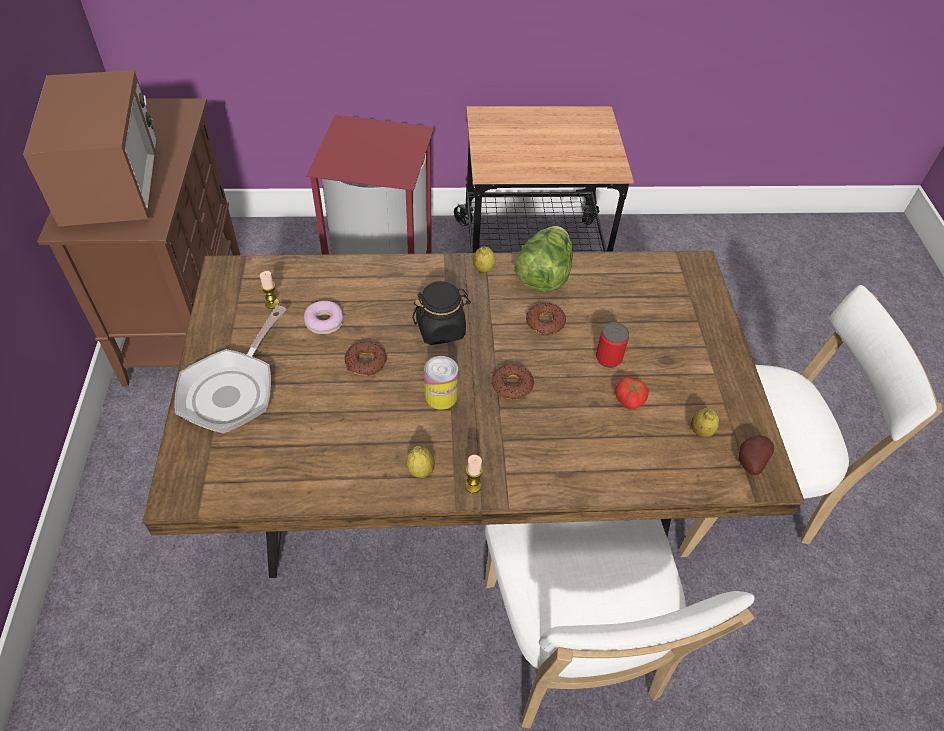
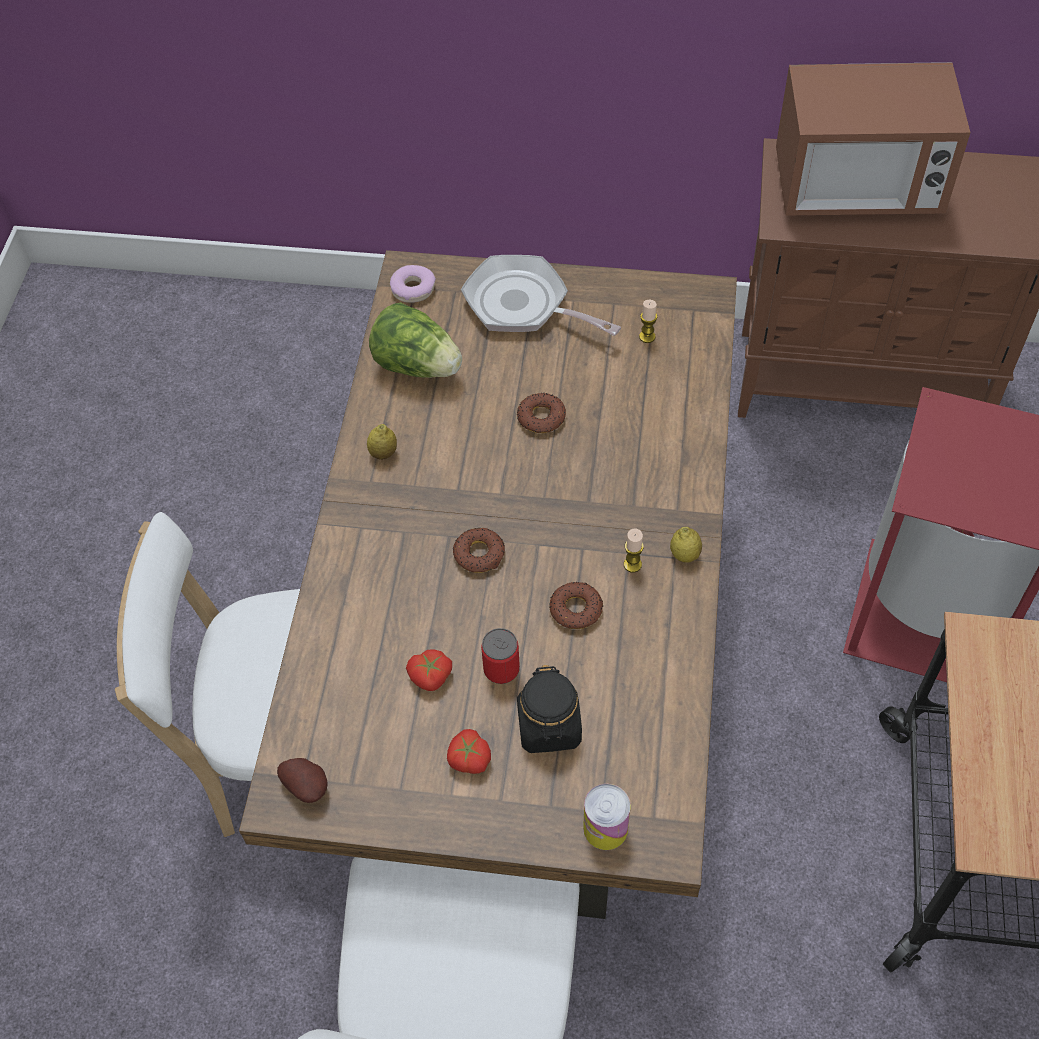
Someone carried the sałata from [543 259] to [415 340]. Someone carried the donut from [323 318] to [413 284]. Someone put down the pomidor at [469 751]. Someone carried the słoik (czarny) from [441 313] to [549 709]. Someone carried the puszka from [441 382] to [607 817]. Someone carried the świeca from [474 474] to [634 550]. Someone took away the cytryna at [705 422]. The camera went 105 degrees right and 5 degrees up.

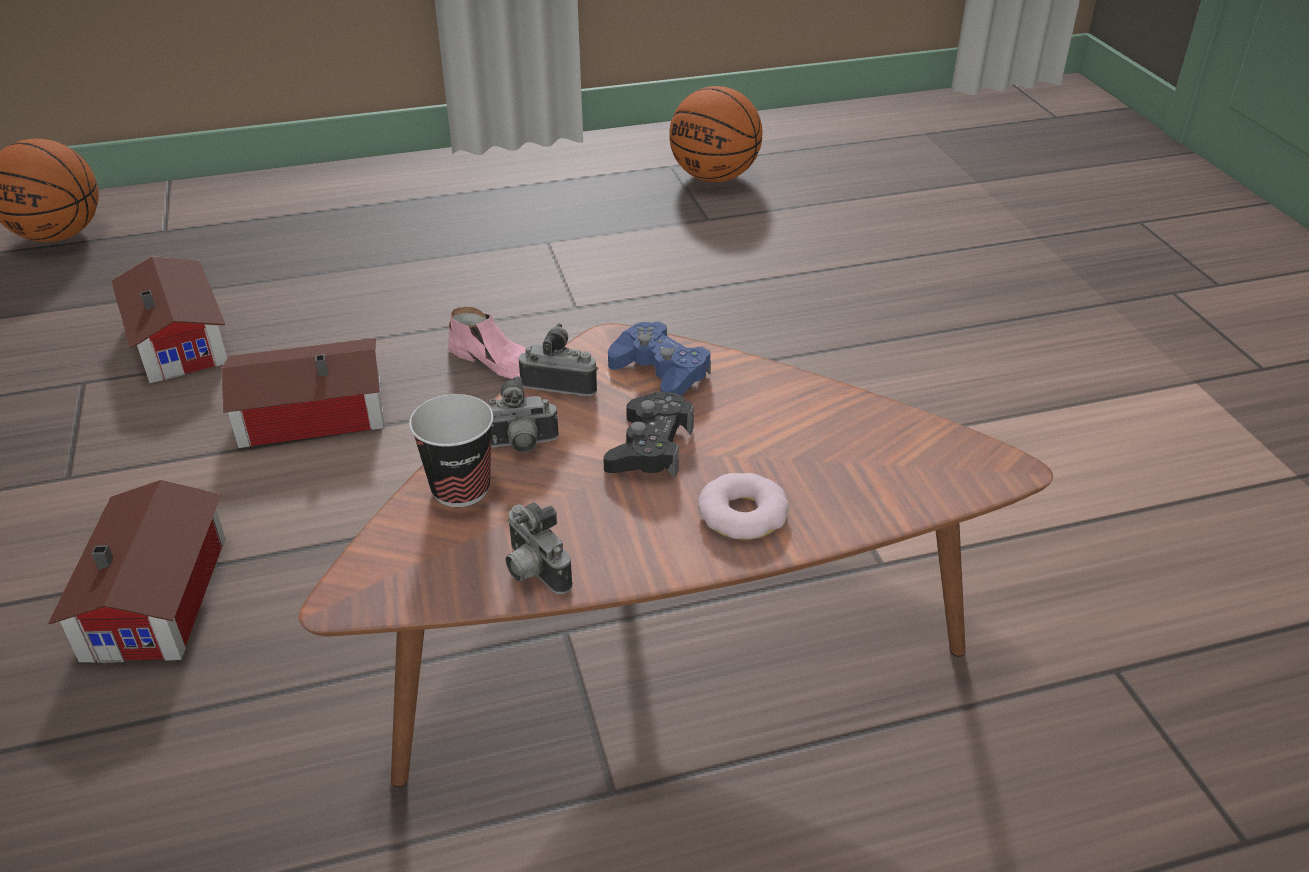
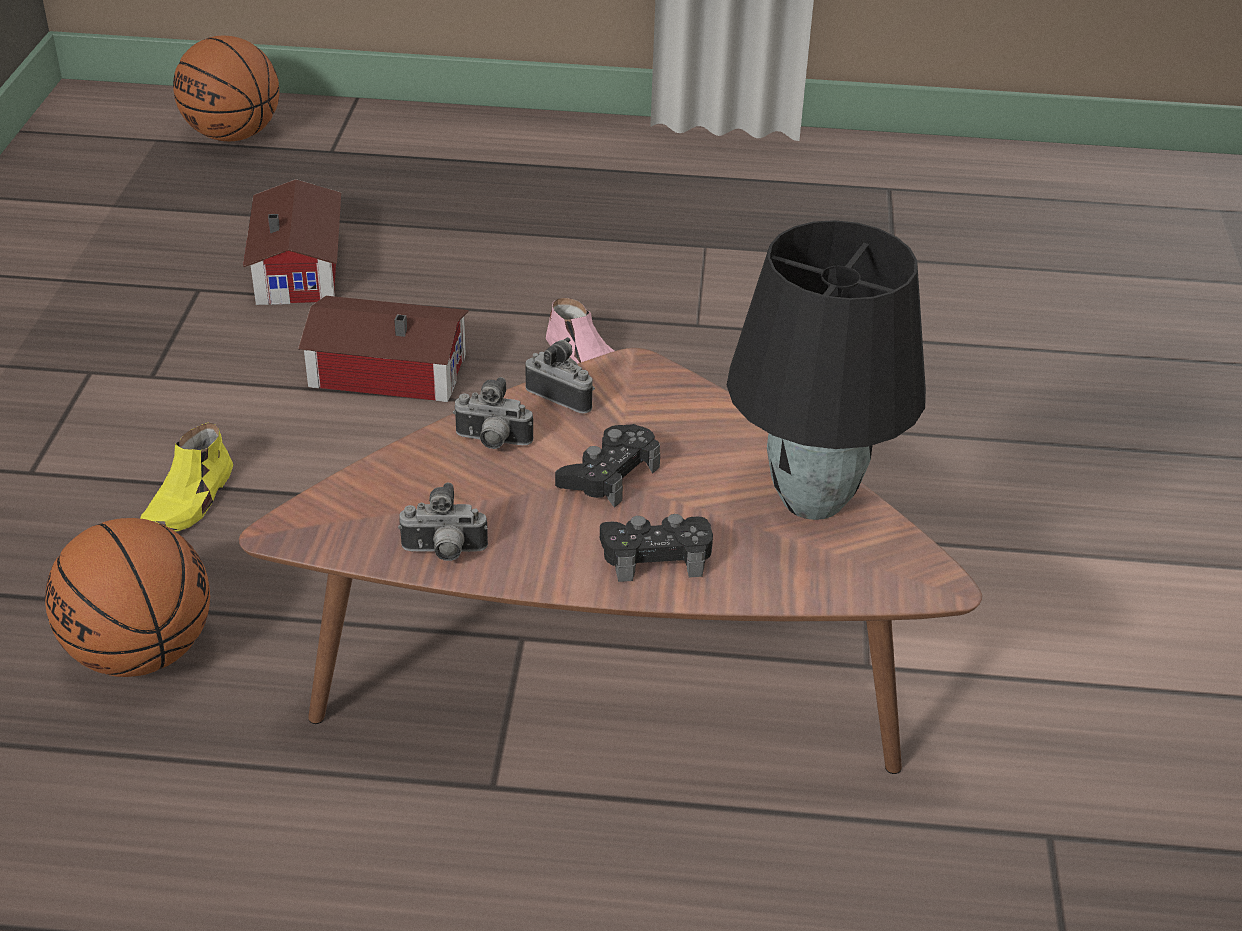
Someone carried the piłka do koszykówki from [715 134] to [127 597]. Someone swapped the domek at [137 571] for the but (żółty) at [186 477]. Someone rotated the aparat fotograficzny at [539 548] by 75 degrees counterclockwise. Someone swapped the donut at [744 506] for the pad do gier (czarny) at [656 548]. Someone put down the lampa stołowa (czarny) at [826 370]. Someone took away the filiżanka at [451 450]. Someone took away the pad do gier (niebieski) at [659 359]. The camera went 20 degrees right and 0 degrees up.

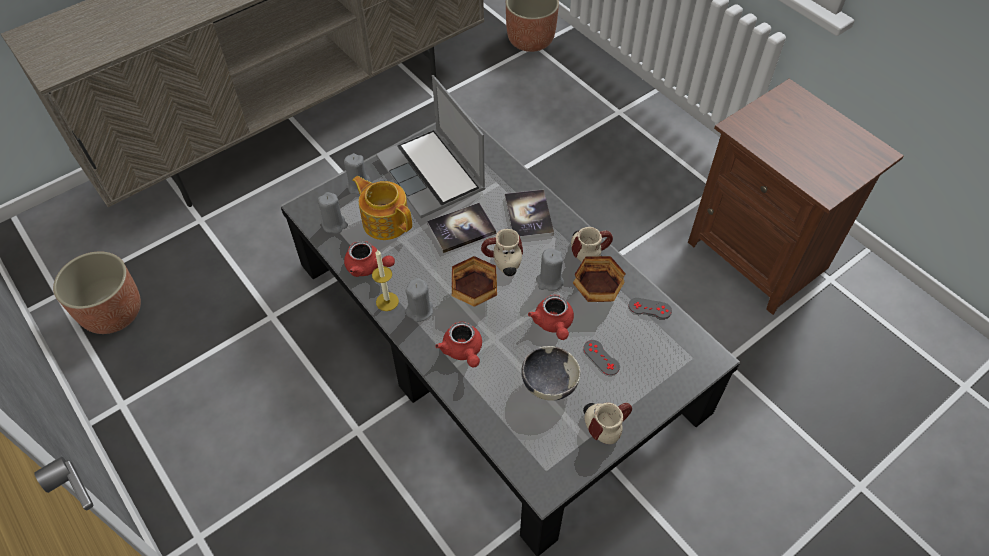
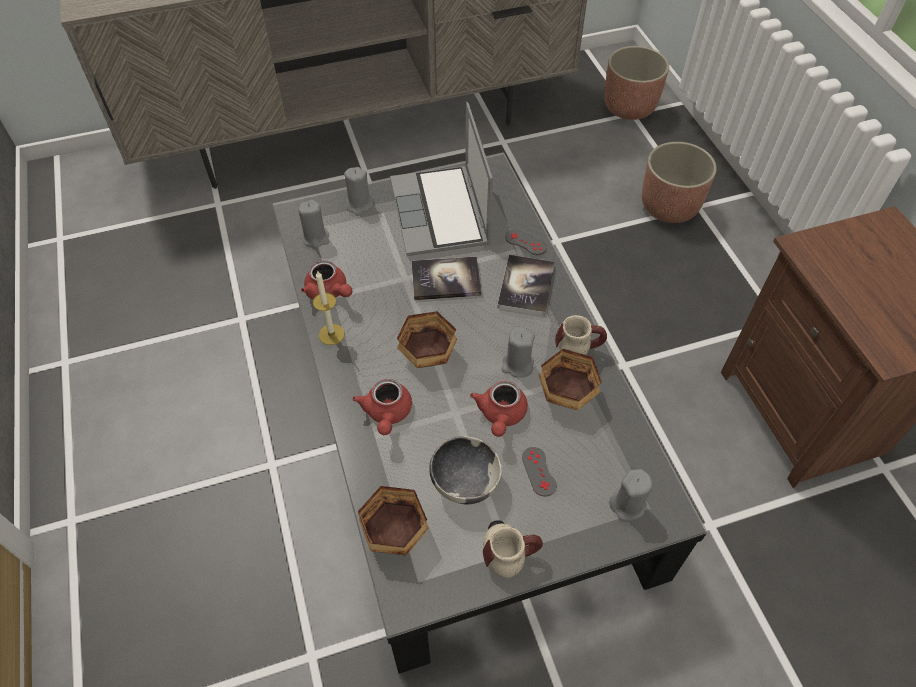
Someone put down the miska at [393 520]. Someone carried the pad do gier (szary) from [650 308] to [525 242]. Someone carried the świeca (szary) from [419 300] to [631 495]. Someone carried the donica from [97 292] to [679 182]. Someone took away the imbryk at [382 208]. Someone took away the kubek at [502 252]. The camera went 20 degrees right and 0 degrees up.

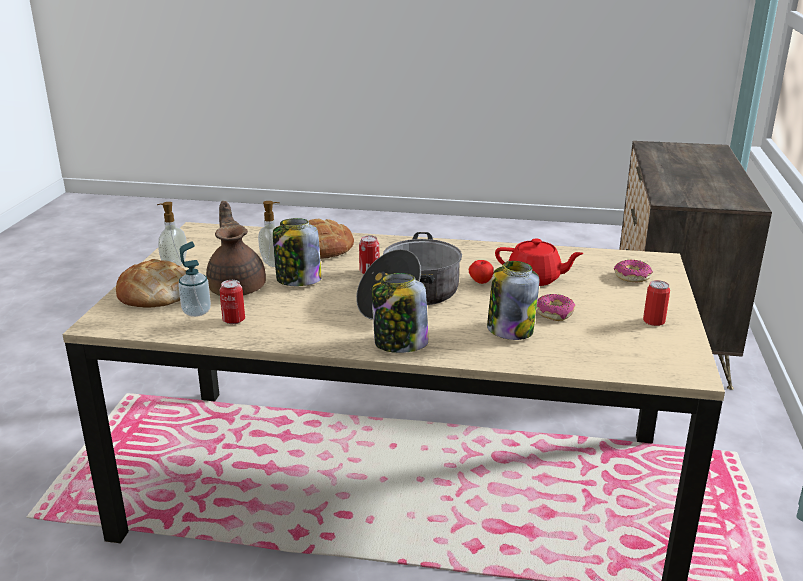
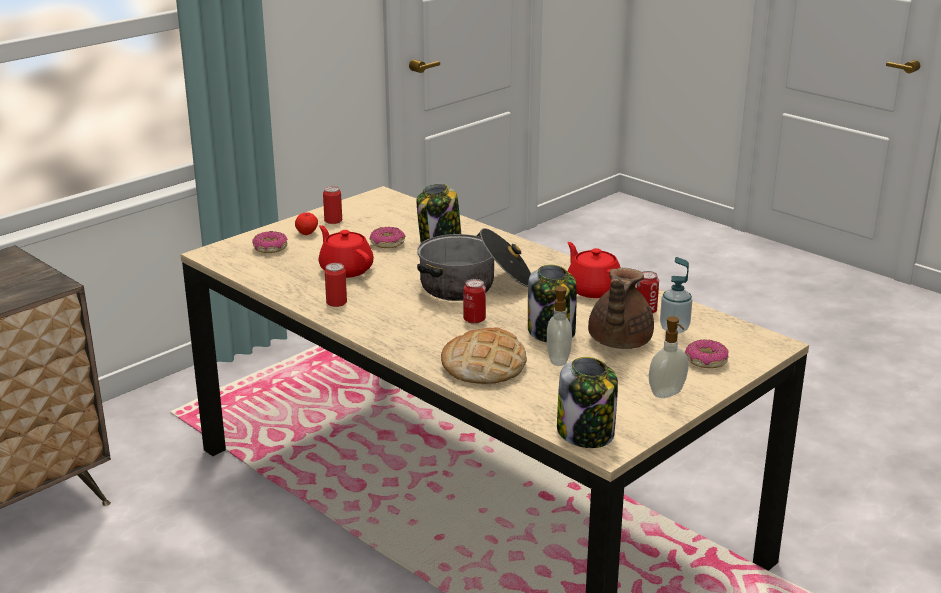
Someone carried the jabłko from [481 272] to [306 223]. Someone put down the puszka at [336 285]. Someone carried the słoik from [400 313] to [587 402]. Someone put down the imbryk (czerwony) at [594 270]. Someone swapped the chleb at [151 283] for the donut at [706 354]. The camera went 145 degrees left and 0 degrees up.

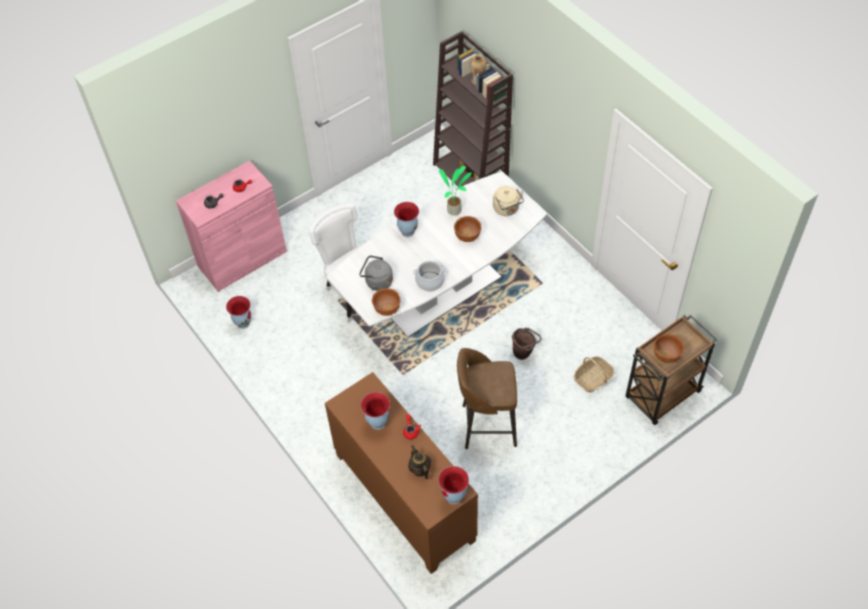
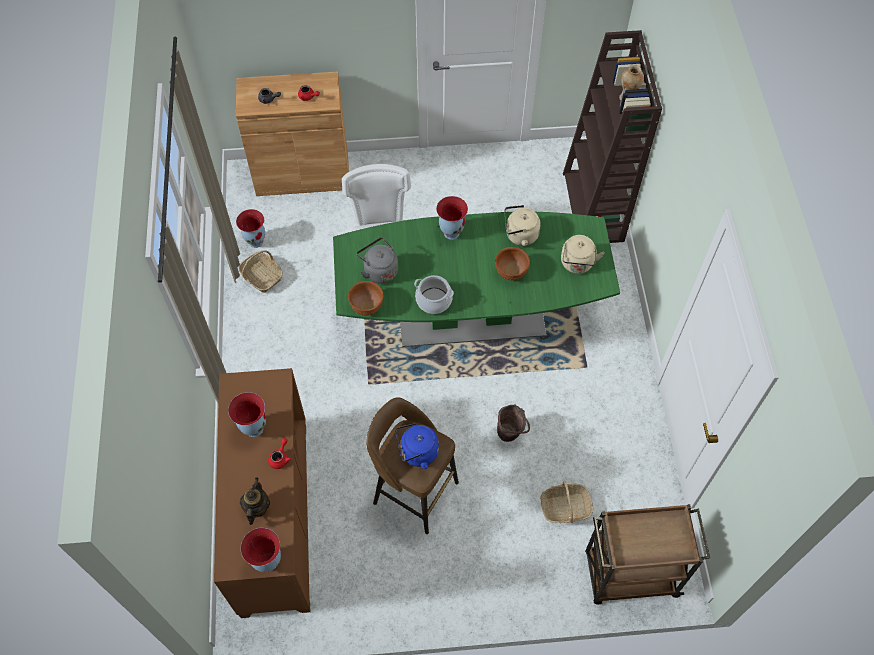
Someone repainted the szafka (różowy) at [231 226], which became the szafka (brązowy) at [292 133]. Someone put down the koszyk at [261 271]. Someone repainted the stół jadalny (biały) at [436 254], which became the stół jadalny (zielony) at [476 279]. Someone put down the czajnik (niebieski) at [417 446]. Someone swapped the roślina doniczkowa at [455 191] for the czajnik (beżowy) at [522 225]. Someone took away the miska (brązowy) at [669 348]. The camera went 30 degrees right and 5 degrees up.

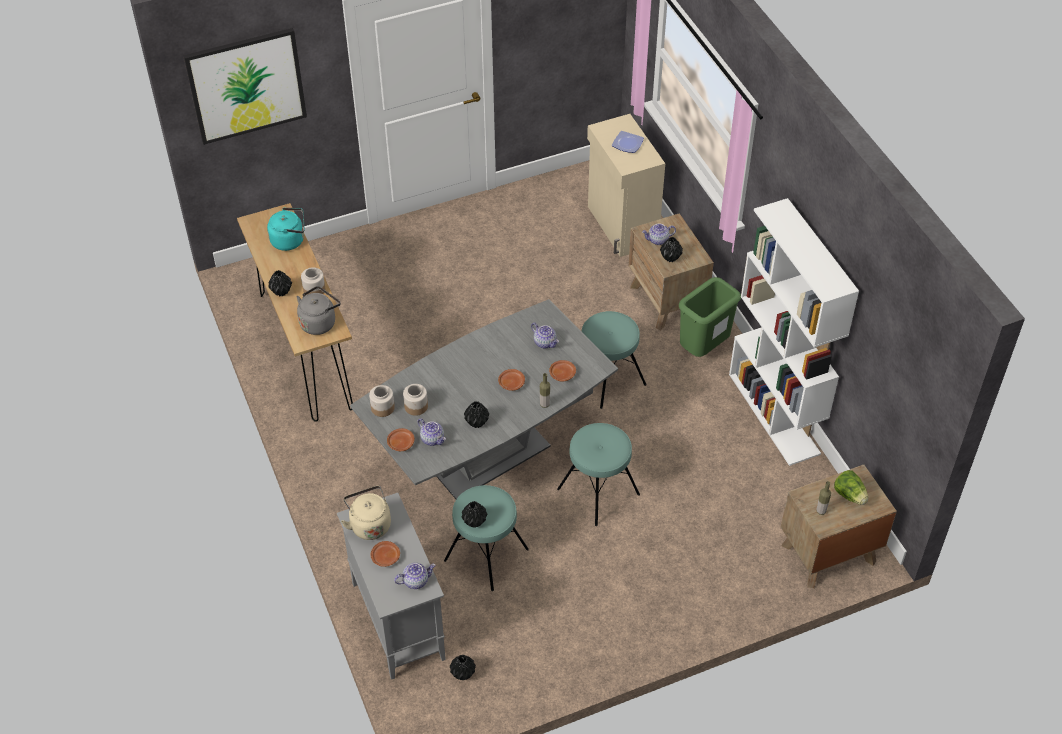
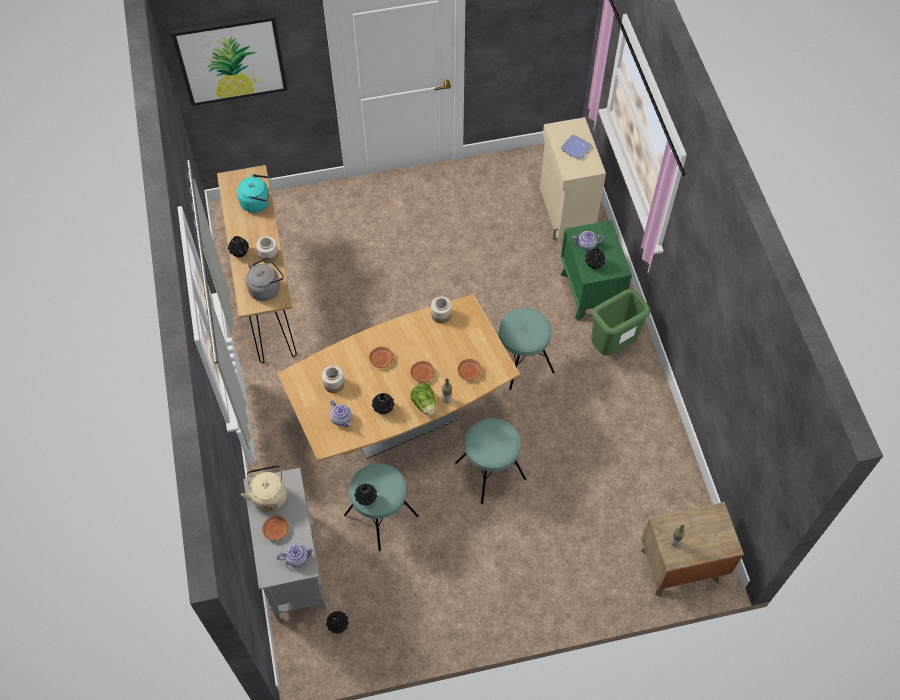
Someone repainted the stół jadalny (szary) at [484 399], which became the stół jadalny (brązowy) at [398 377]. Someone carried the talerz (brązowy) from [401 439] to [381 357]. Someone carried the sałata from [851 487] to [423 399]. Someone carried the słoik from [382 401] to [441 310]. Someone repainted the szafka nocna (brązowy) at [671 272], which became the szafka nocna (zielony) at [596 270]. Someone took away the imbryk at [545 335]. Someone took away the regał (biały) at [794 332]. The camera went 10 degrees right and 10 degrees up.

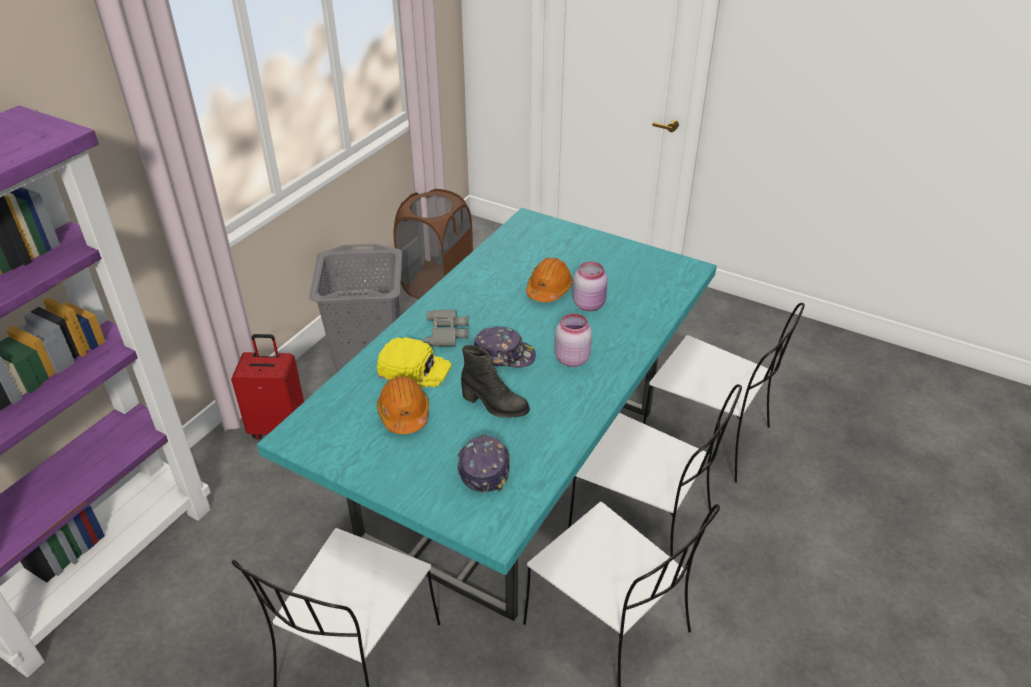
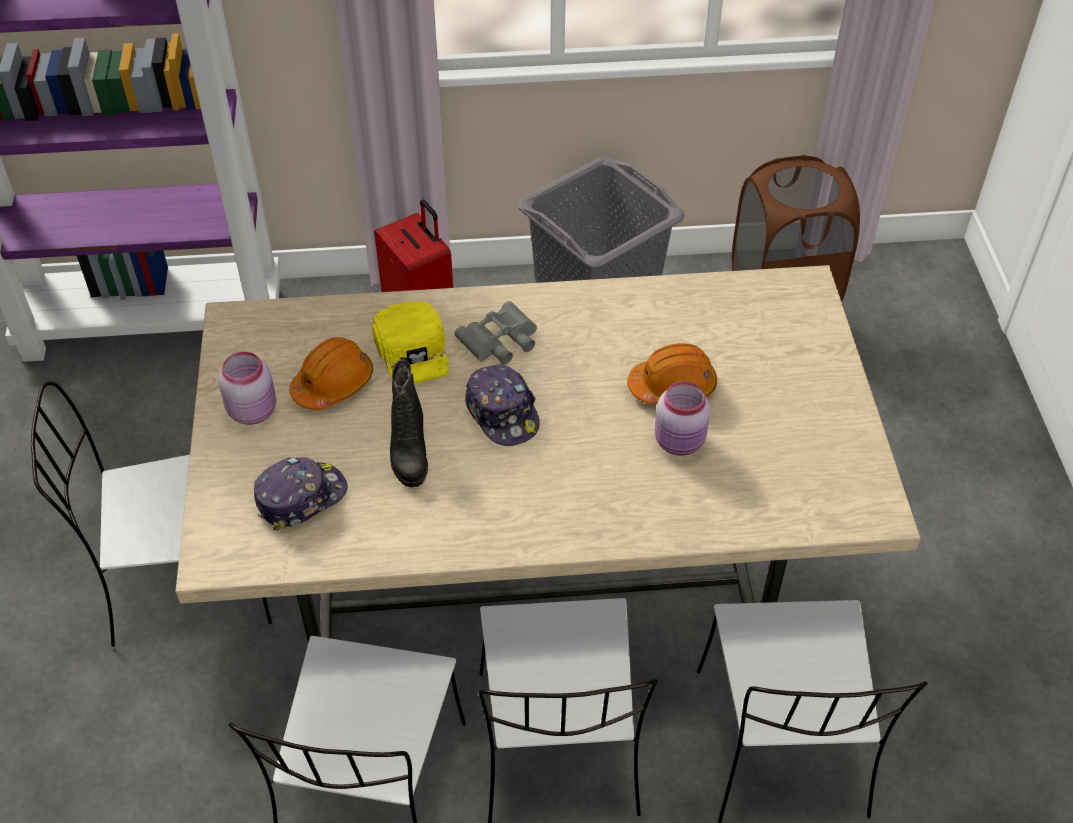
Someone repainted the stół jadalny (turkusowy) at [487 414], which became the stół jadalny (beżowy) at [548 453]. Someone carried the słoik (różowy) from [573 340] to [247 388]. The camera went 55 degrees right and 10 degrees up.

